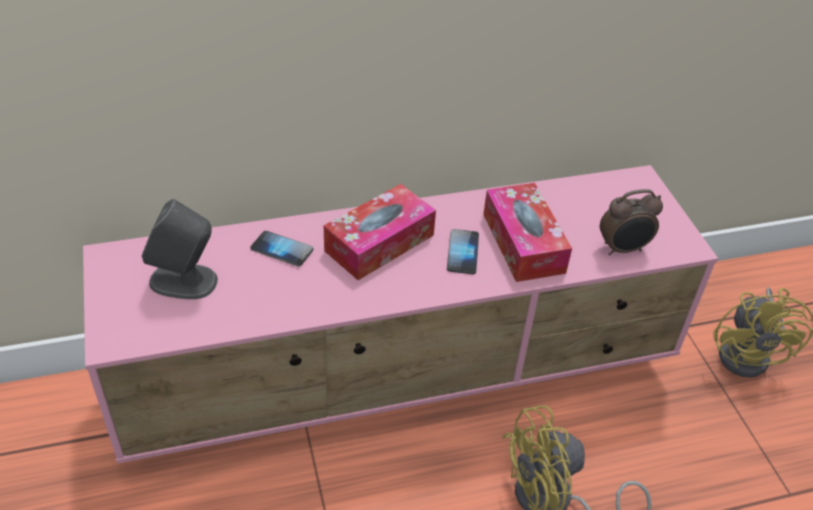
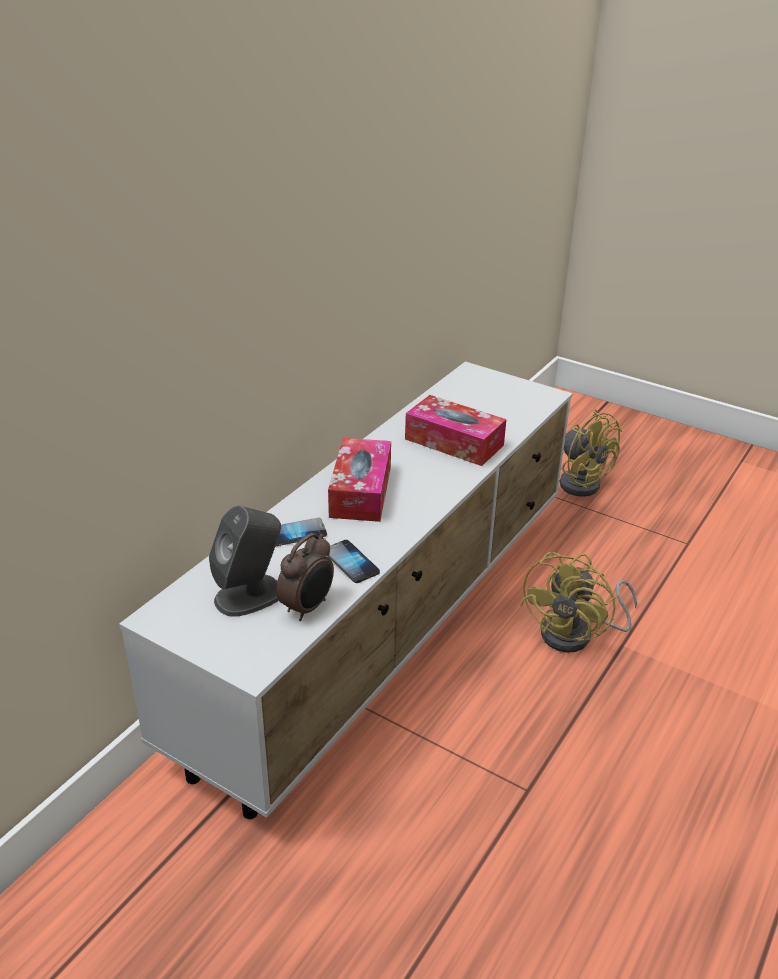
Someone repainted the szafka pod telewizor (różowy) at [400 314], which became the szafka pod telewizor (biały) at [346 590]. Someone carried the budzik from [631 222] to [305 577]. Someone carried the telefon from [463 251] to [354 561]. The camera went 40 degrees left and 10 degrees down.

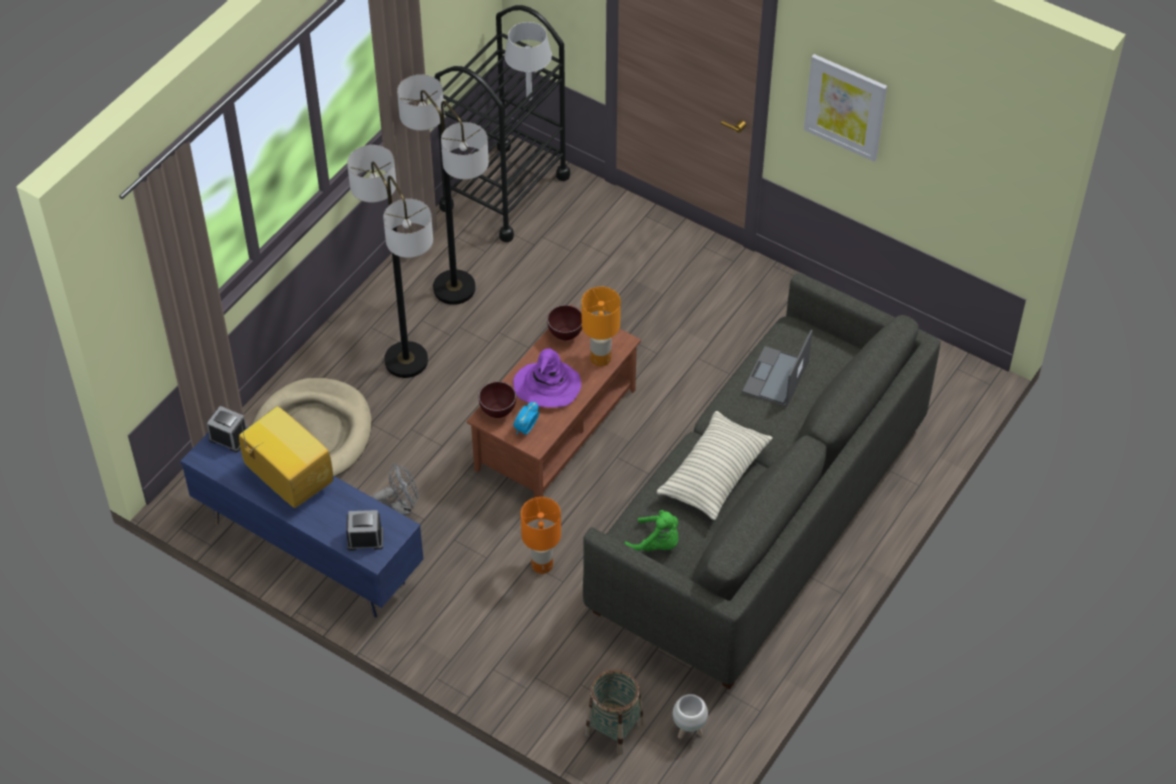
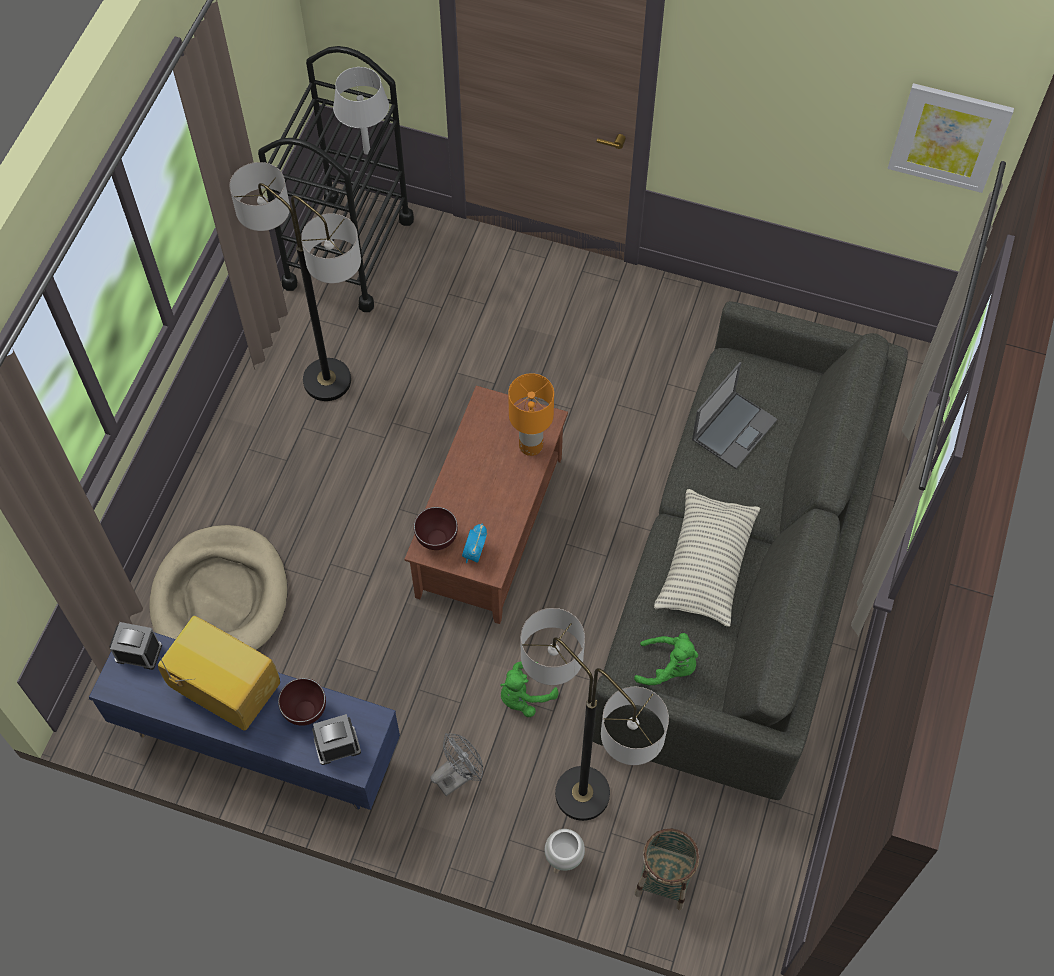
Someone carried the miska (brązowy) from [564 322] to [302 702]. Someone carried the wentylator (szary) from [395 489] to [456 764]. Someone swapped the lampa stołowa (pomarańczowy) at [541 535] for the pluszak (zielony) at [529 689]. Someone carried the lampa stojąca from [390 261] to [595 714]. Someone carried the donica (biały) from [690 716] to [565 851]. Someone rotated the laptop at [777 368] by 150 degrees counterclockwise. Someone carried the obraz from [845 108] to [950 138]. Someone took away the kapelusz (fioletowy) at [547 377]. The camera went 15 degrees left and 10 degrees up.

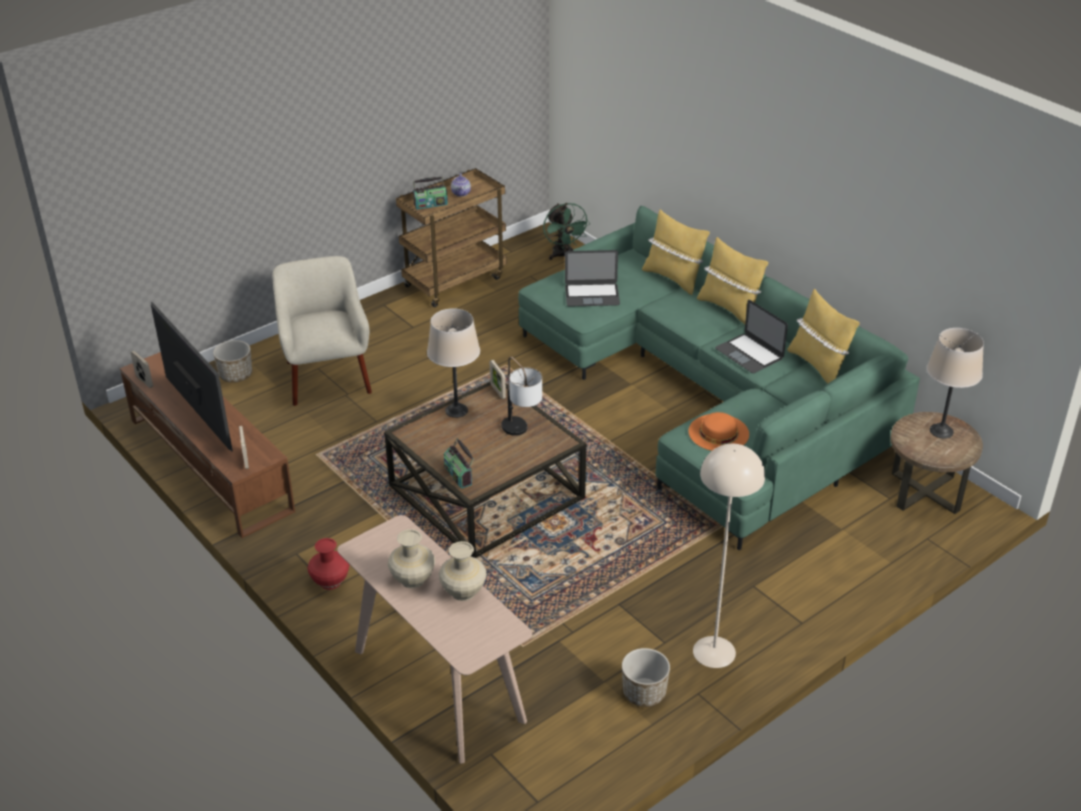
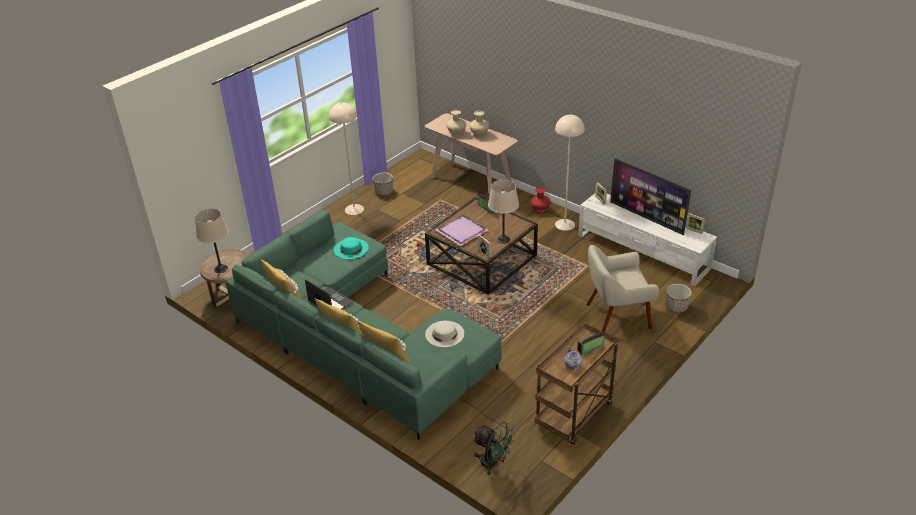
Someone repainted the kapelusz (pomarańczowy) at [719 431], which became the kapelusz (turkusowy) at [351 248]. Someone swapped the laptop at [592 278] for the kapelusz (biały) at [444 334]. Someone swapped the lampa stołowa at [521 396] for the taca (fioletowy) at [462 230]. Someone rotated the wentylator (zielony) at [566 231] by 150 degrees clockwise. Someone put down the lampa stojąca (beżowy) at [570 173]. Someone repainted the szafka pod telewizor (brązowy) at [207 445], which became the szafka pod telewizor (biały) at [647 240]. Someone rotated the fotel (beżowy) at [322 331] by 105 degrees clockwise. The camera went 170 degrees right and 0 degrees up.

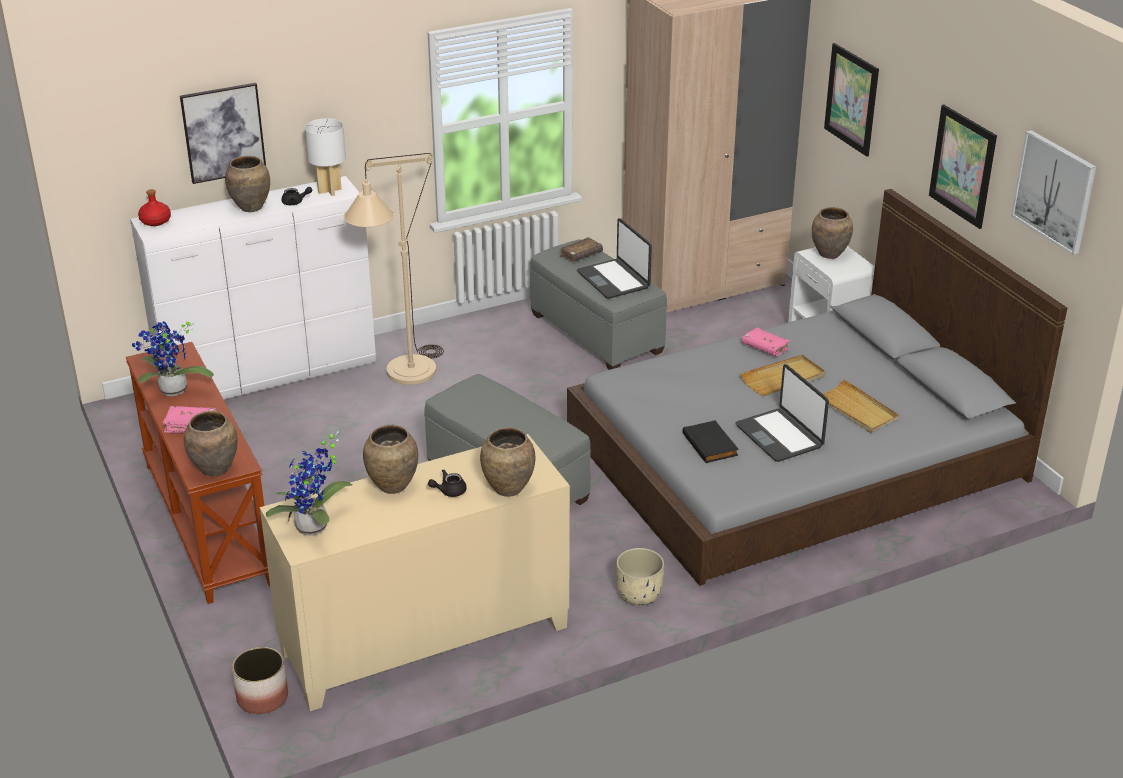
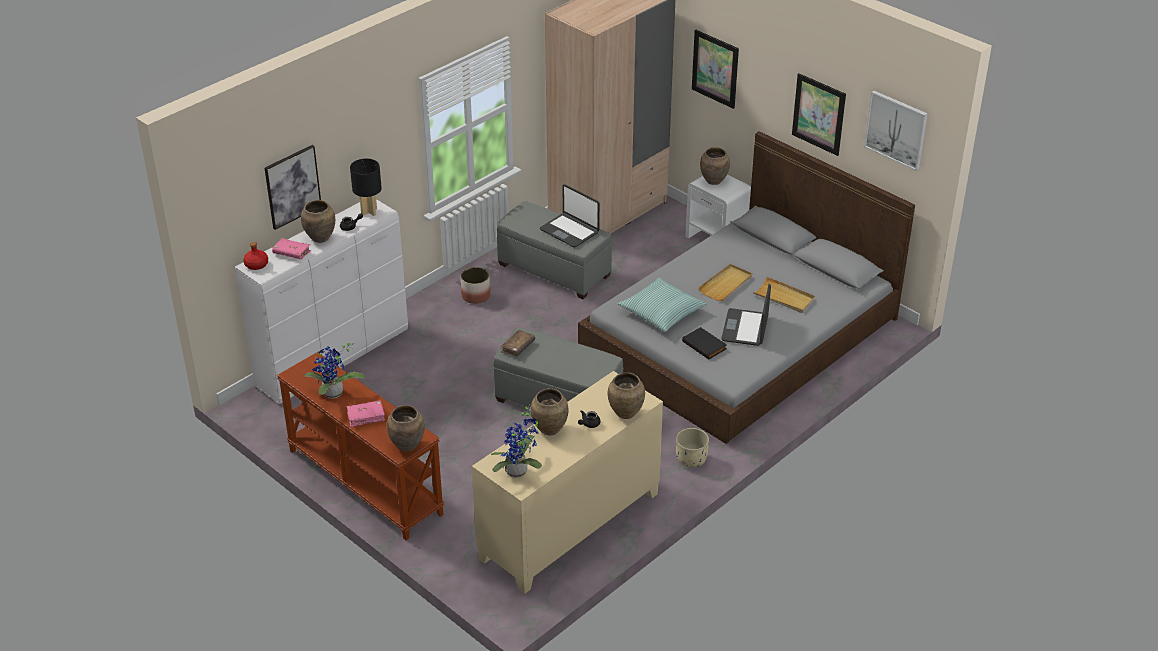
Someone carried the książka (różowy) from [766 342] to [291 248]. Someone repainted the lampa stołowa (biały) at [325 157], which became the lampa stołowa (czarny) at [366 187]. Someone carried the donica from [260 680] to [475 285]. Someone carried the książka (brązowy) from [581 249] to [517 342]. Someone put down the poduszka at [662 305]. Someone rotated the laptop at [782 413] by 60 degrees clockwise. Someone took away the lampa stojąca (beżowy) at [394 269]. The camera went 20 degrees left and 5 degrees up.

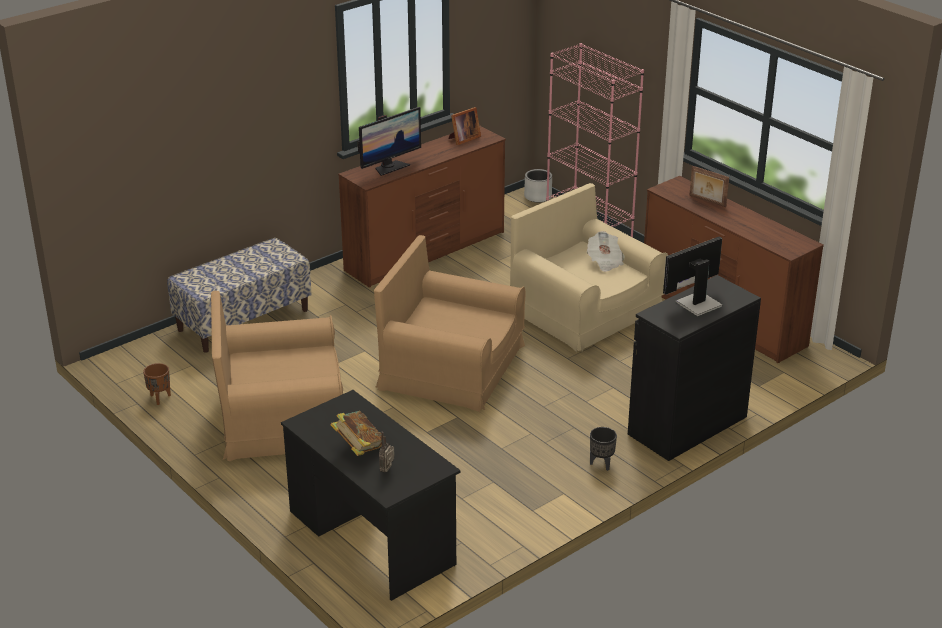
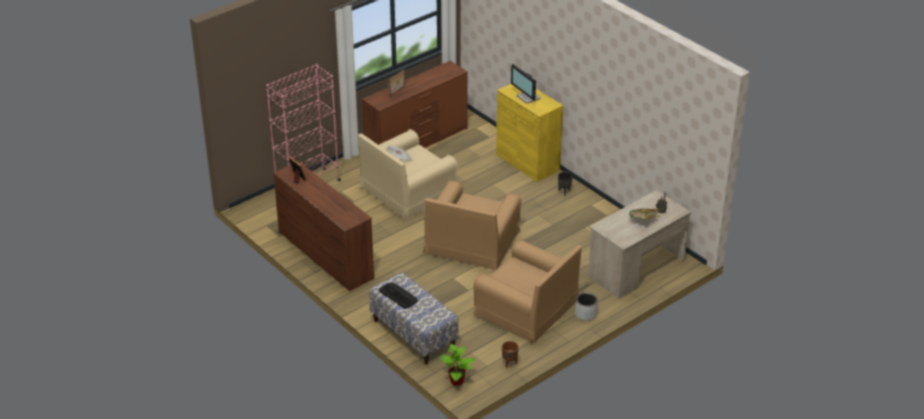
Someone put down the klawiatura at [398 295]. Someone put down the roślina doniczkowa at [458 364]. Someone rotated the fotel (brązowy) at [277 376] by 45 degrees counterclockwise. Someone repainted the szafka (czarny) at [694 368], which became the szafka (żółty) at [529 133]. Someone carried the donica (szary) from [538 185] to [586 306]. Someone repainted the biurko (czarny) at [370 495], which became the biurko (beżowy) at [639 244]. Someone took away the monitor at [389 141]. The camera went 90 degrees left and 5 degrees up.

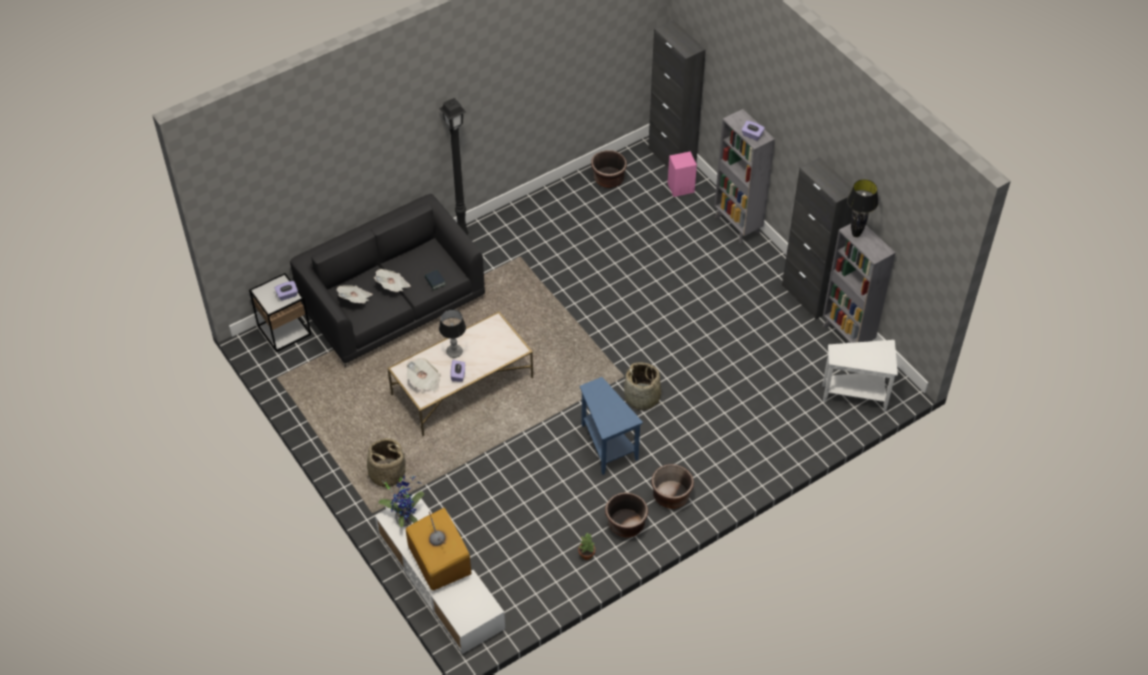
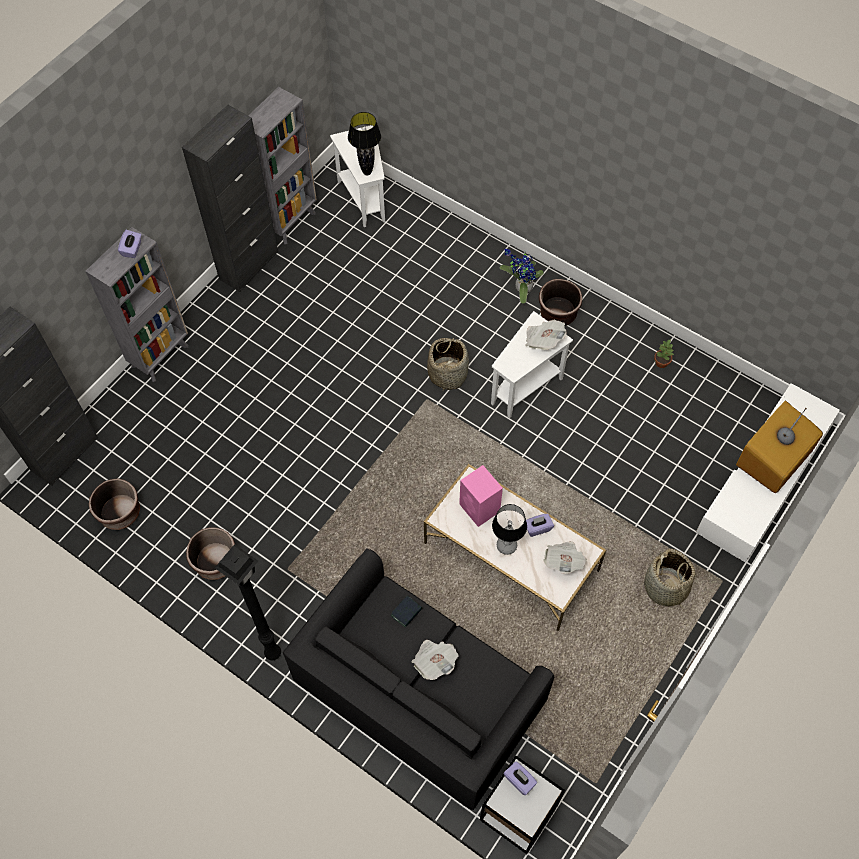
Someone carried the donica (brązowy) from [626 515] to [210 553]. Someone carried the lampa stołowa (czarny) from [862 208] to [364 143]. Someone carried the głośnik (różowy) from [682 174] to [481 496]. Someone repainted the stolik (niebieski) at [611 426], which became the stolik (biały) at [532 364]. Someone carried the roślina doniczkowa from [401 501] to [522 276]. Someone carried the gazeta from [355 294] to [546 335]. The camera went 110 degrees left and 10 degrees up.

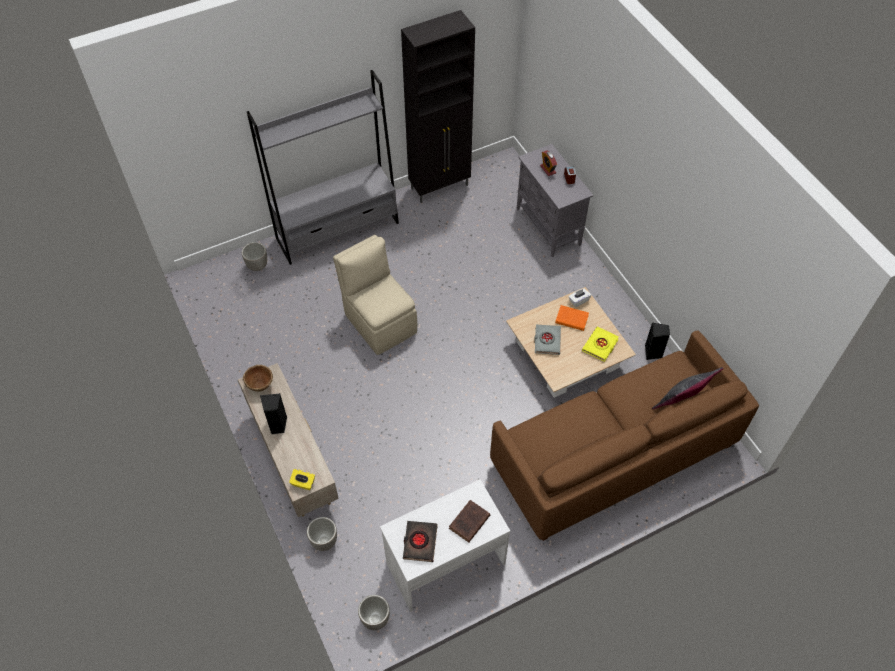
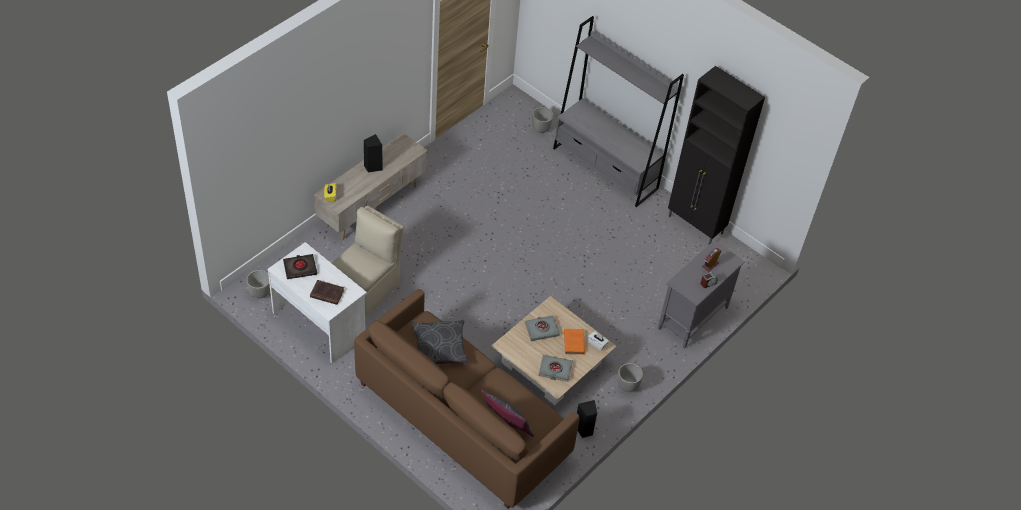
Someone carried the krzesło (beżowy) from [375 295] to [368 261]. Someone put down the poduszka (szary) at [440 342]. Someone repainted the książka (żółty) at [600 344], which became the książka (szary) at [556 368]. Someone carried the donica from [322 534] to [630 377]. Someone took away the miska (brązowy) at [258 378]. The camera went 65 degrees right and 5 degrees down.

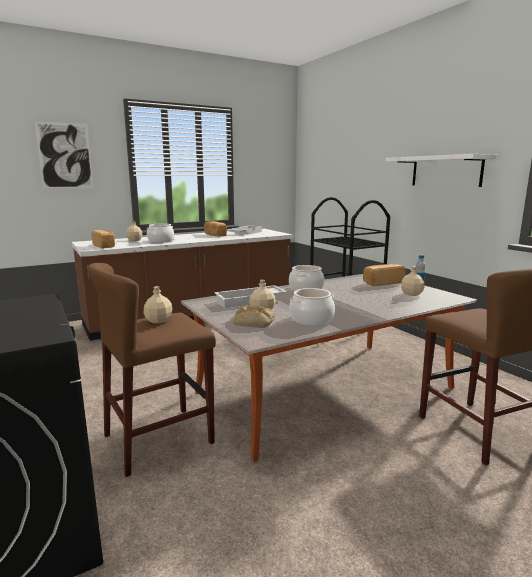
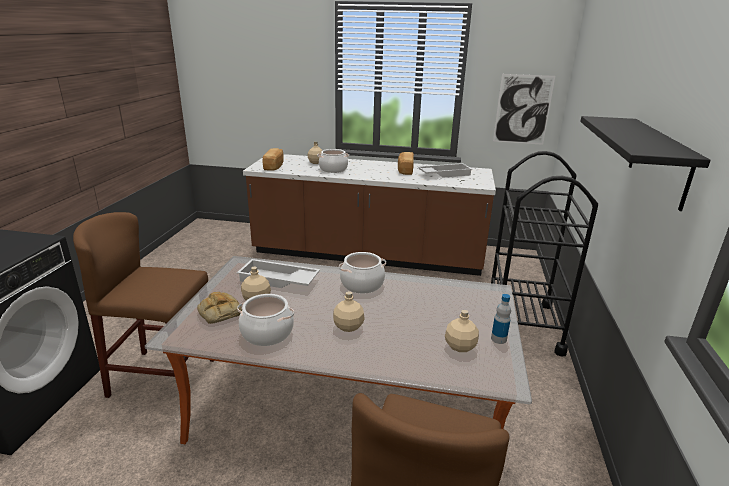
Someone carried the butelka (beżowy) from [158 305] to [349 311]. Someone carried the obraz from [64 154] to [524 109]. Someone repainted the półka (biały) at [441 170], which became the półka (czarny) at [645 163]. Someone took away the chleb at [384 275]. The camera went 40 degrees right and 10 degrees up.

